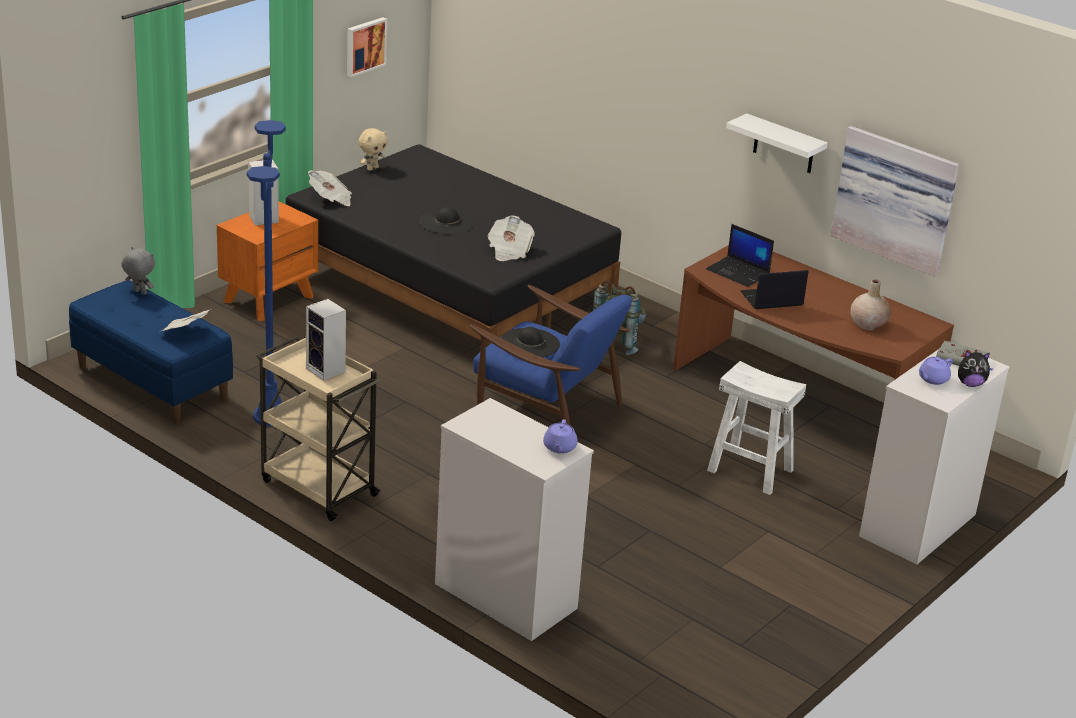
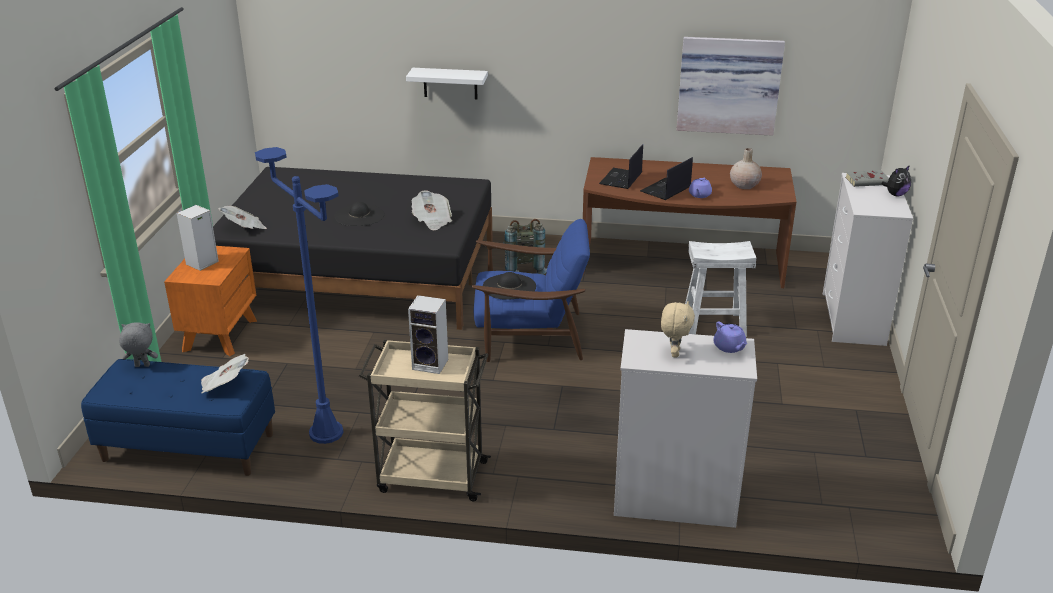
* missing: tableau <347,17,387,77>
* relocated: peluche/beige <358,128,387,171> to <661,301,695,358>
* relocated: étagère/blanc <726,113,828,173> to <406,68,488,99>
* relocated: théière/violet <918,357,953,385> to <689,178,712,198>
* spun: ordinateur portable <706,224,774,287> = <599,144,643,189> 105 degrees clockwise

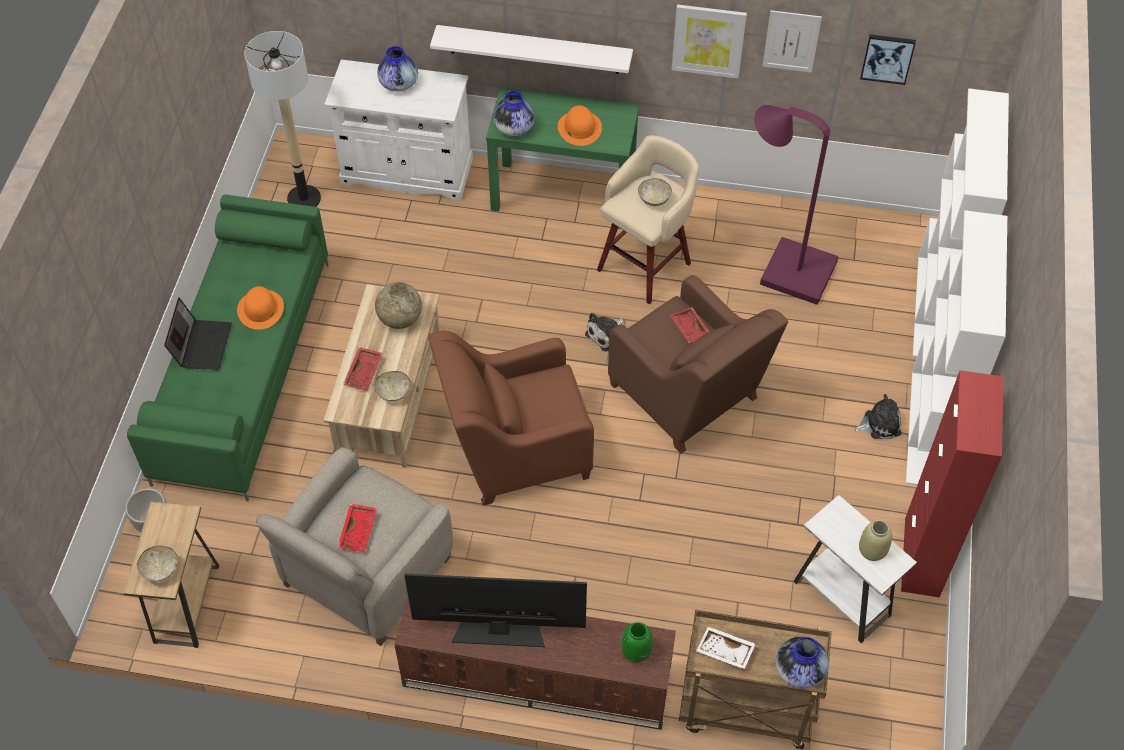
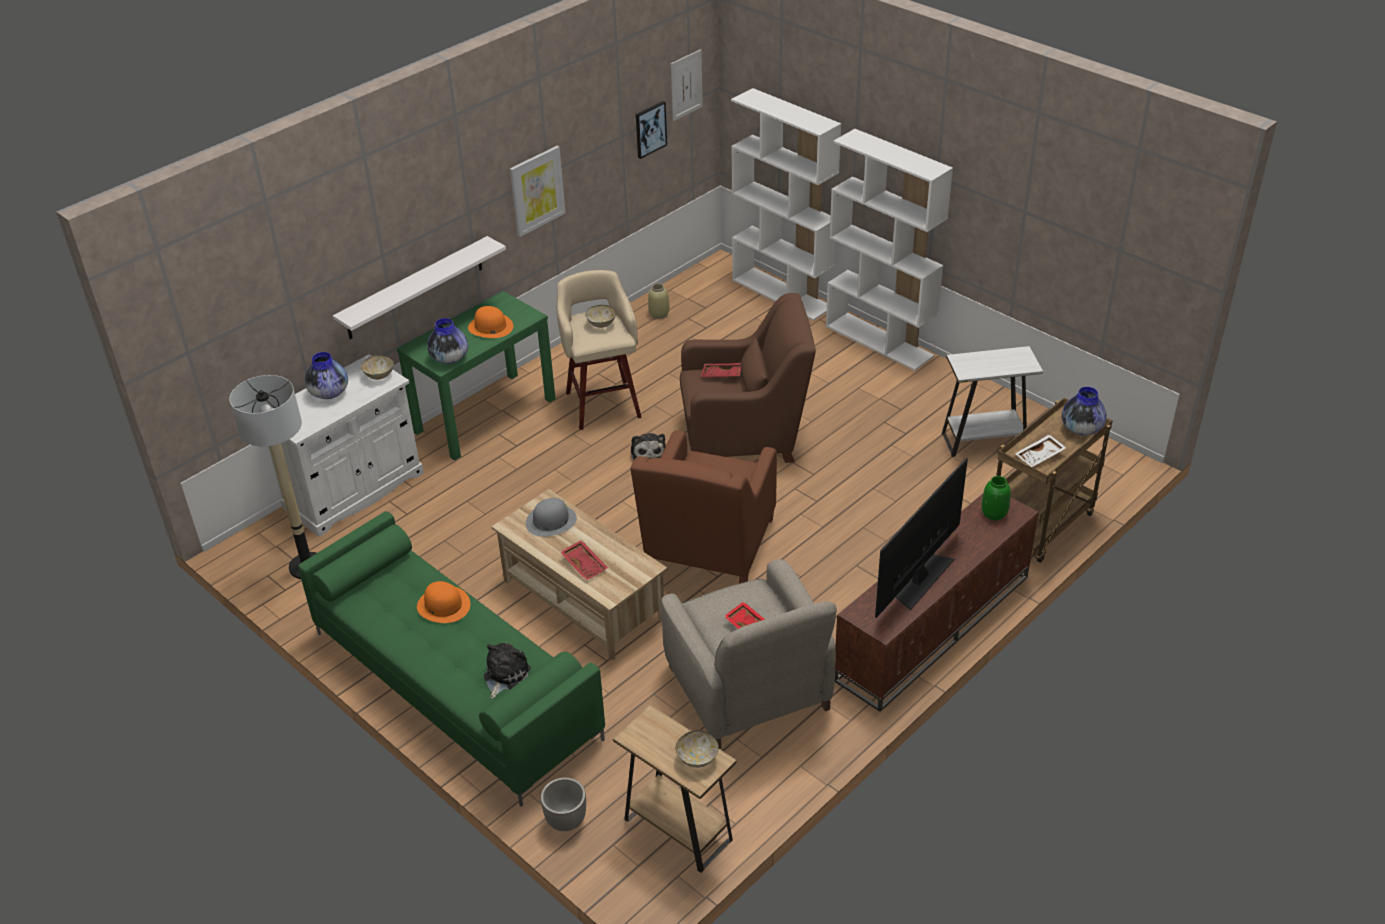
* missing: ordinateur portable <164,298,232,370>
* missing: lampadaire/violet <754,105,839,305>
* missing: meuble de rangement/rouge <901,370,1003,597>
* relocated: bol <375,371,411,402> to <361,355,394,380>
* relocated: tableau <762,10,822,73> to <671,49,703,121>
* relocated: peluche <854,394,901,439> to <483,643,531,699>
* relocated: vase/beige <859,520,892,561> to <648,283,669,319>
* exchanged: globe <375,282,422,329> to chapeau/gris <526,498,577,537>

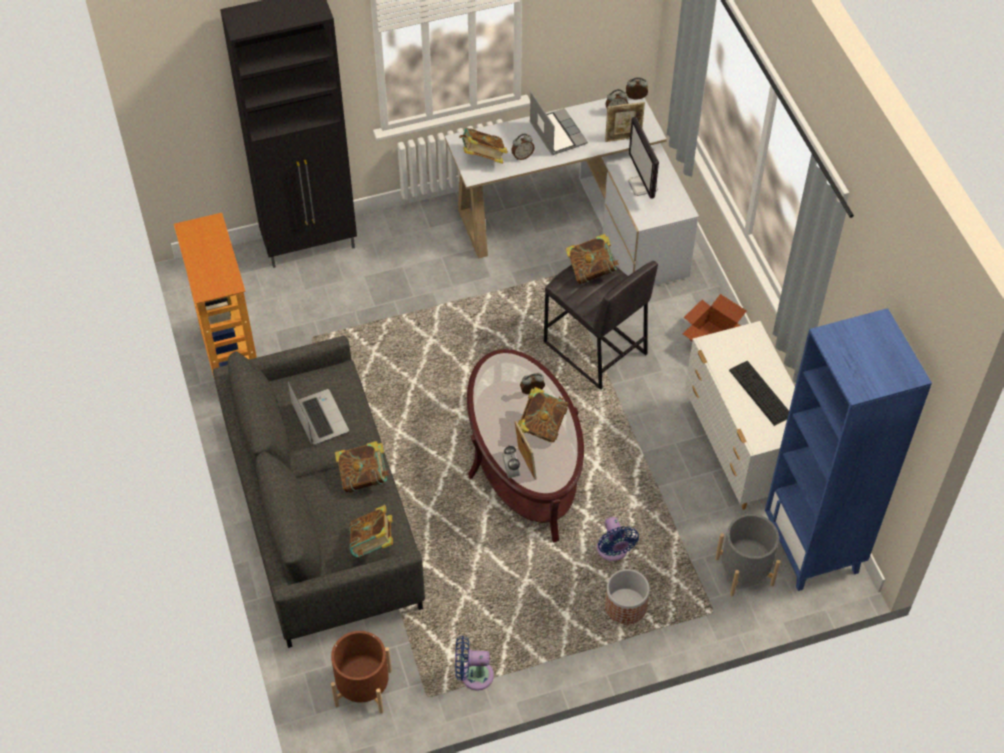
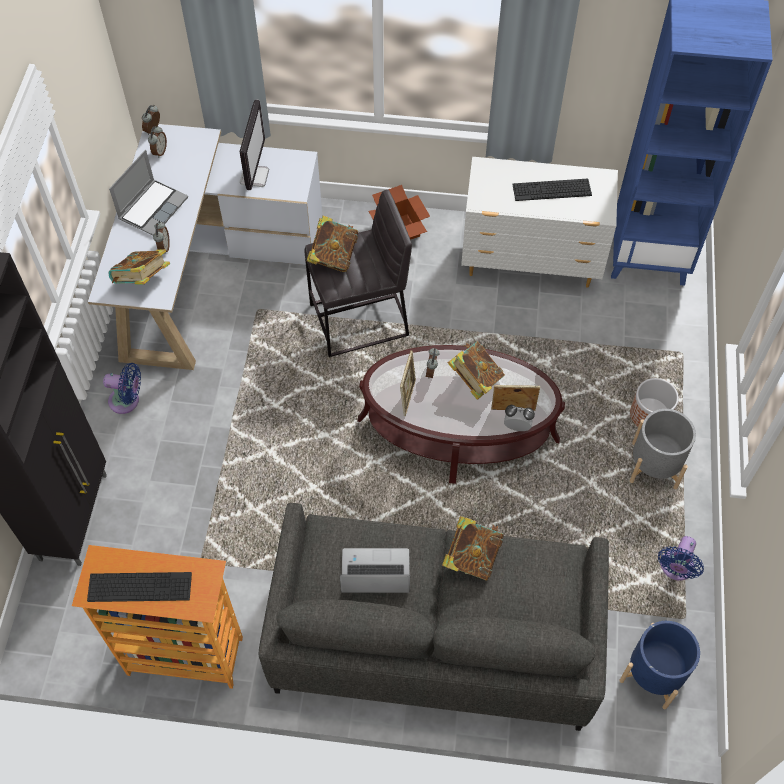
* missing: livre <349,505,393,557>
* appeared: clavier <87,572,192,602>
* relocated: ventilateur/bleu <597,517,639,561> to <103,363,141,414>
* relocated: cadre photo <605,102,645,142> to <400,350,416,416>
* relocated: cache-pot/gris <715,514,781,596> to <630,409,696,489>
* colour: cache-pot/marron <331,631,392,714> to cache-pot/bleu <619,621,700,709>
* spun: ordinateur portable <530,92,588,155> = <109,150,188,235> 120 degrees clockwise
* spun: écran d'ordinateur <628,116,659,199> = <239,100,269,190> 90 degrees counterclockwise

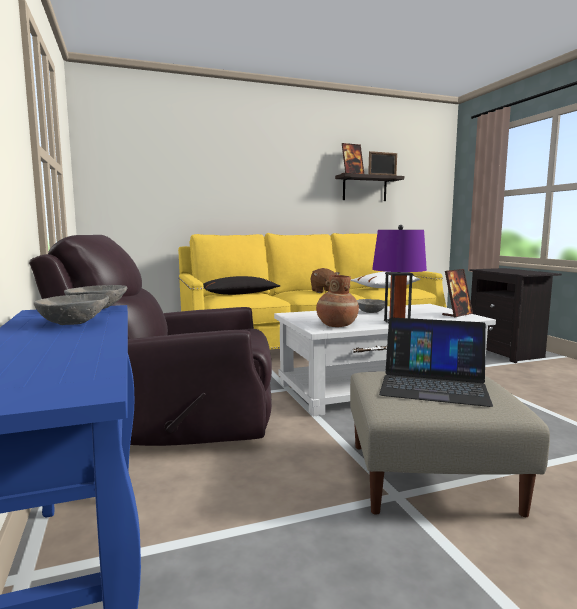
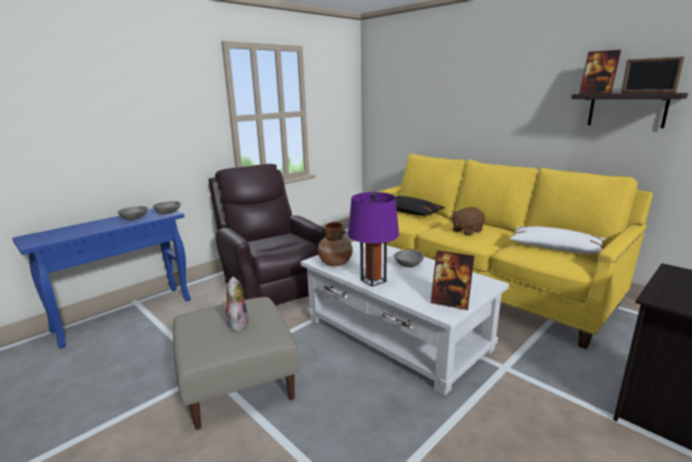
* exchanged: ordinateur portable <379,317,493,407> to peluche <222,277,249,331>

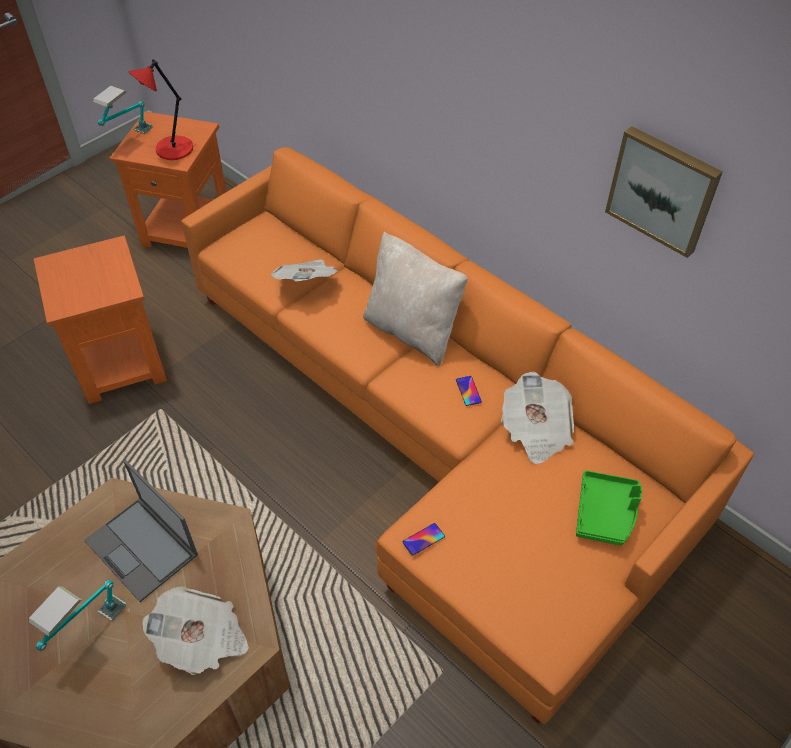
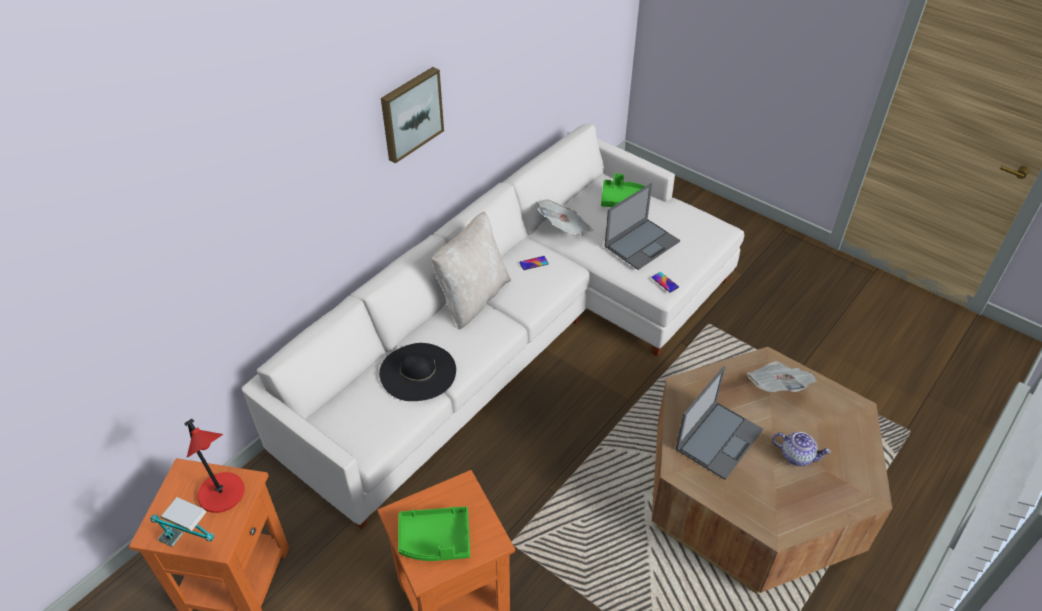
* appeared: plateau/vert <398,507,470,561>
* appeared: ordinateur portable <604,183,680,270>
* relocated: tableau <605,126,723,258> to <381,67,444,164>
* exchanged: lampe de table <29,580,126,651> to théière <772,432,831,466>
* exchanged: journal <271,259,338,281> to chapeau/noir <379,343,456,401>
* colour: canapé/orange <181,147,754,724> to canapé/blanc <242,124,744,529>

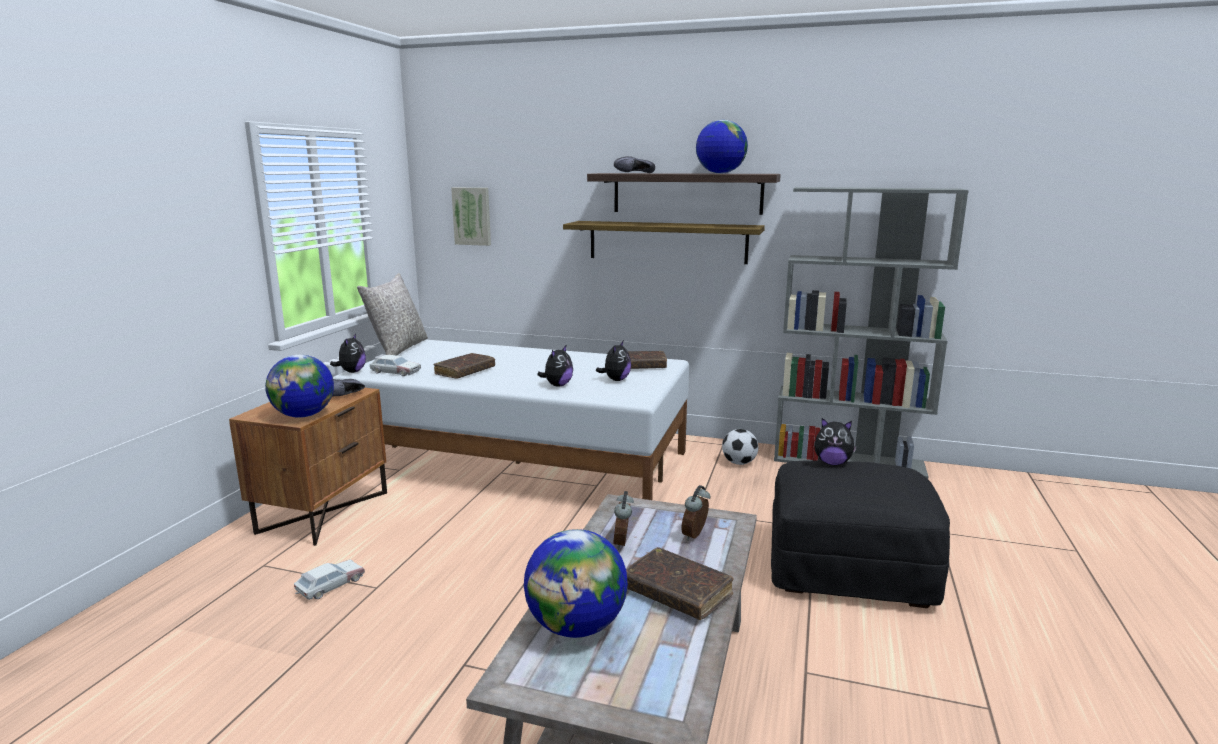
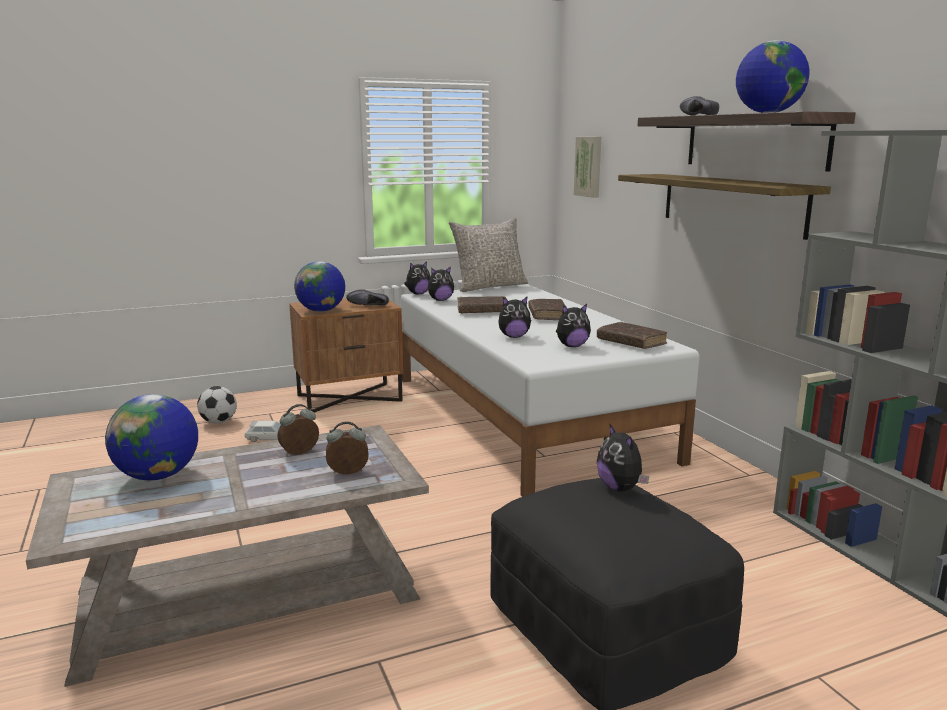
* relocated: livre/marron <626,547,734,620> to <528,299,567,320>
* relocated: ballon de foot <722,429,758,465> to <197,386,237,424>
* exchanged: petite voiture <370,354,421,376> to peluche <428,266,454,301>

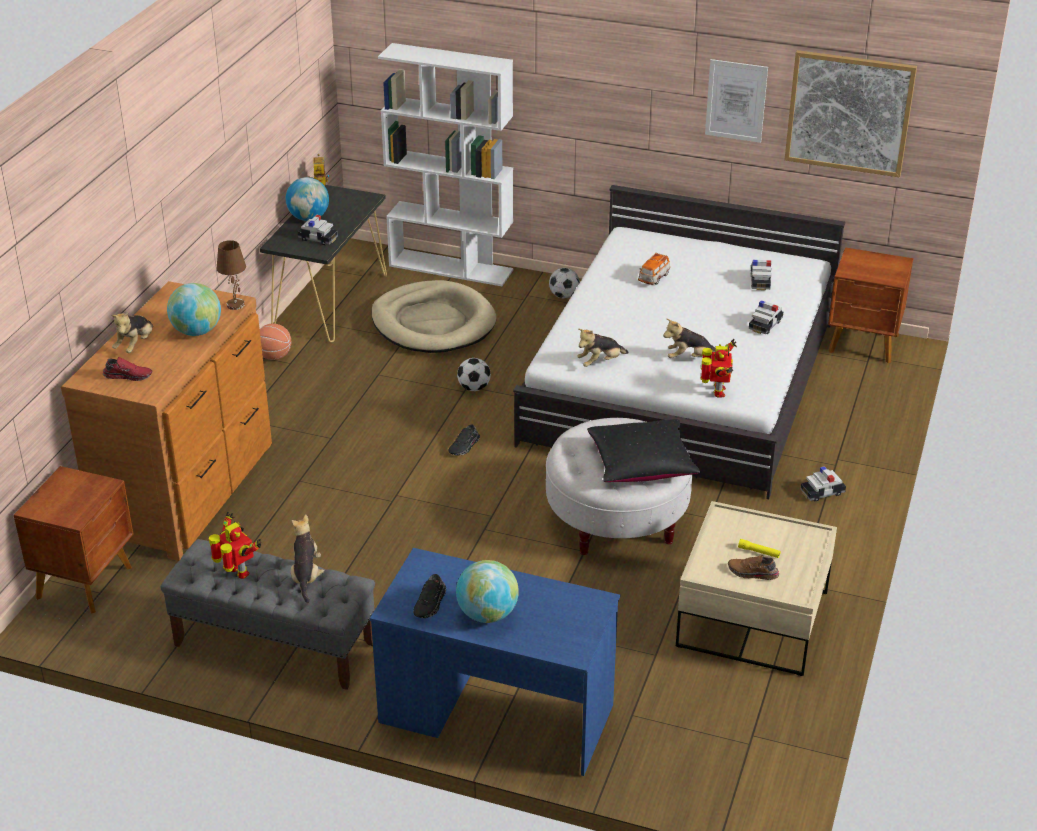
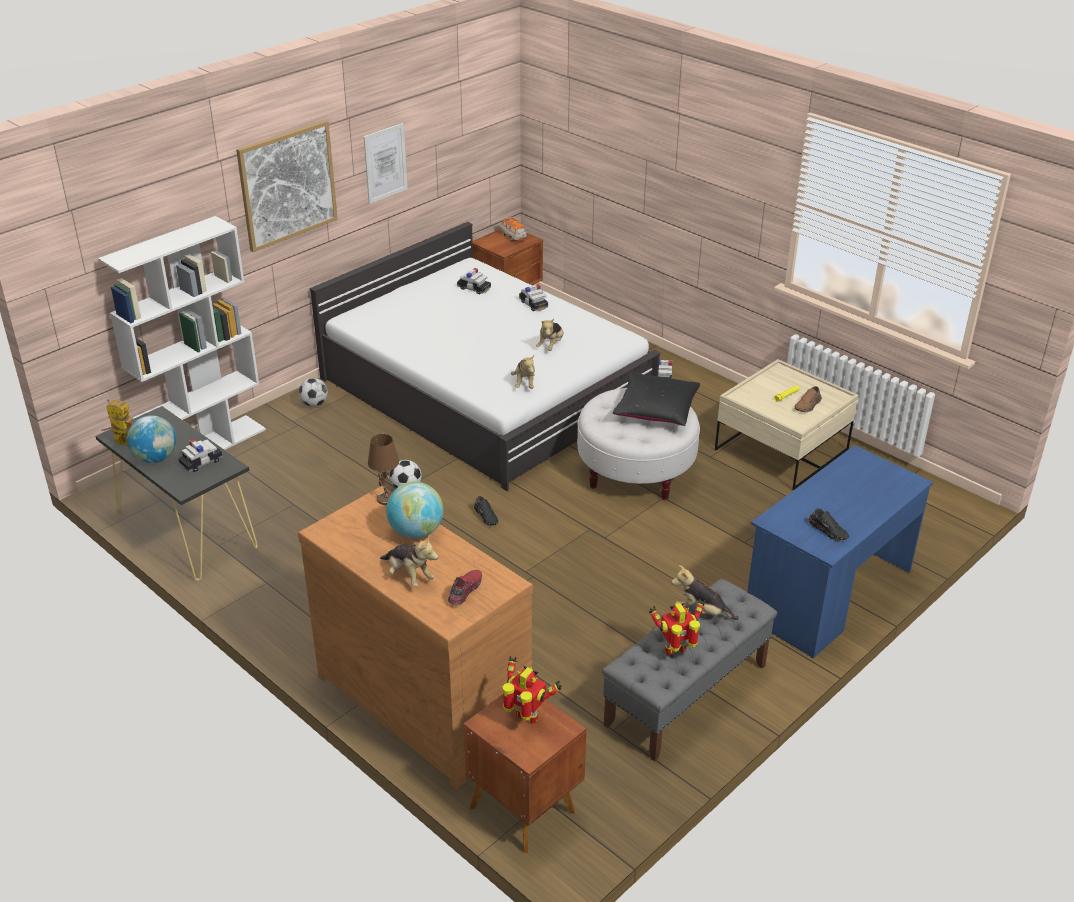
* missing: ballon de basket <260,323,291,360>
* missing: panier pour chien/beige <371,280,496,353>
* missing: globe <456,560,519,623>
* relocated: petite voiture <638,252,670,285> to <501,217,527,242>
* relocated: robot jouet <701,339,737,398> to <503,656,562,724>
* relocated: tableau <785,50,917,178> to <236,120,338,252>

